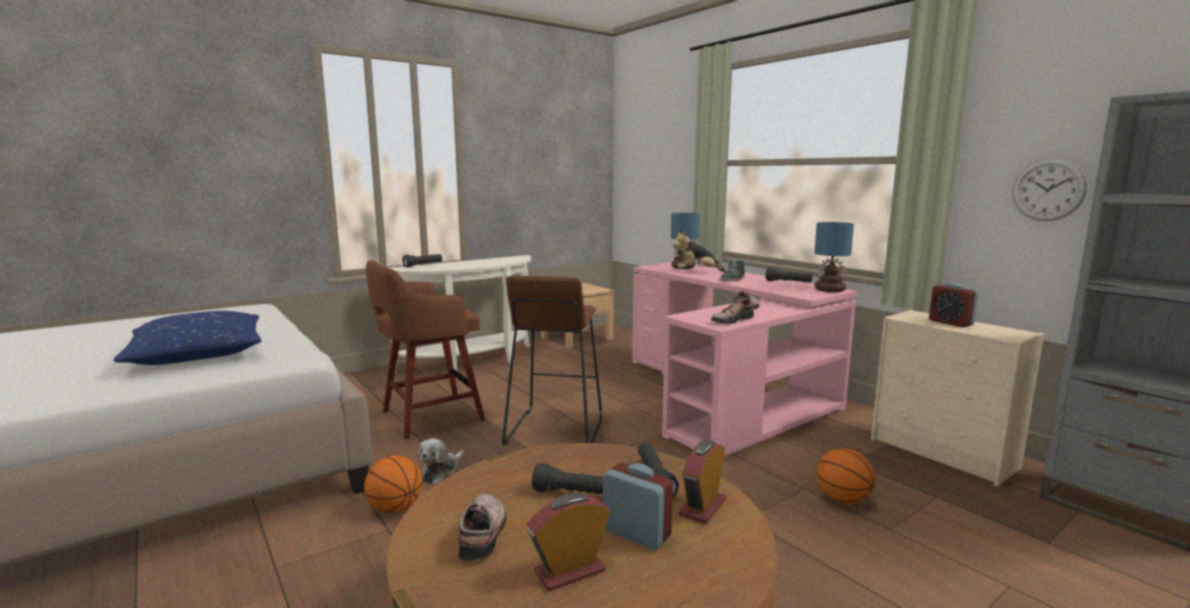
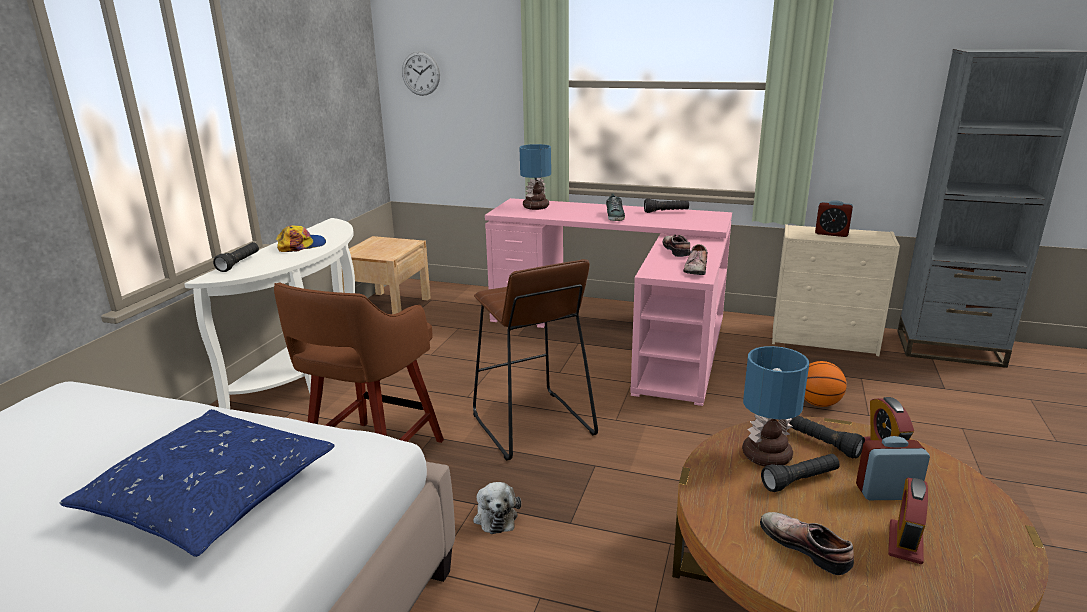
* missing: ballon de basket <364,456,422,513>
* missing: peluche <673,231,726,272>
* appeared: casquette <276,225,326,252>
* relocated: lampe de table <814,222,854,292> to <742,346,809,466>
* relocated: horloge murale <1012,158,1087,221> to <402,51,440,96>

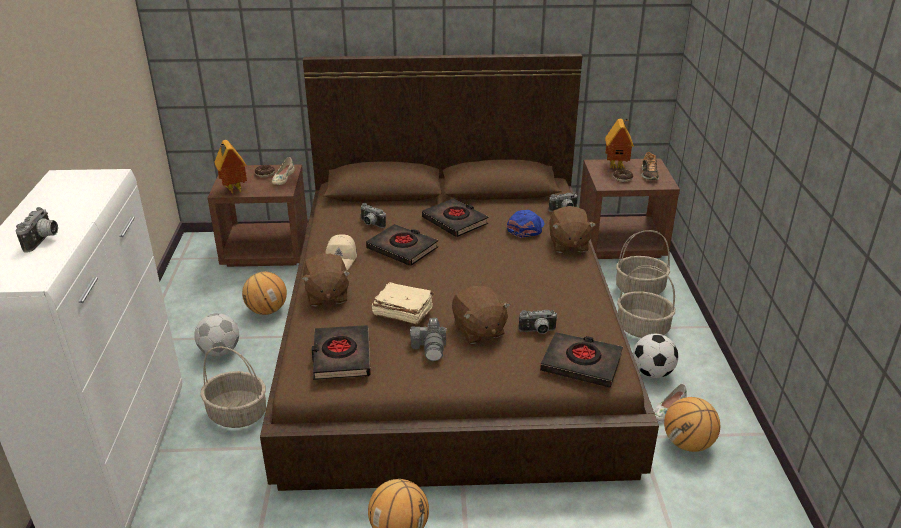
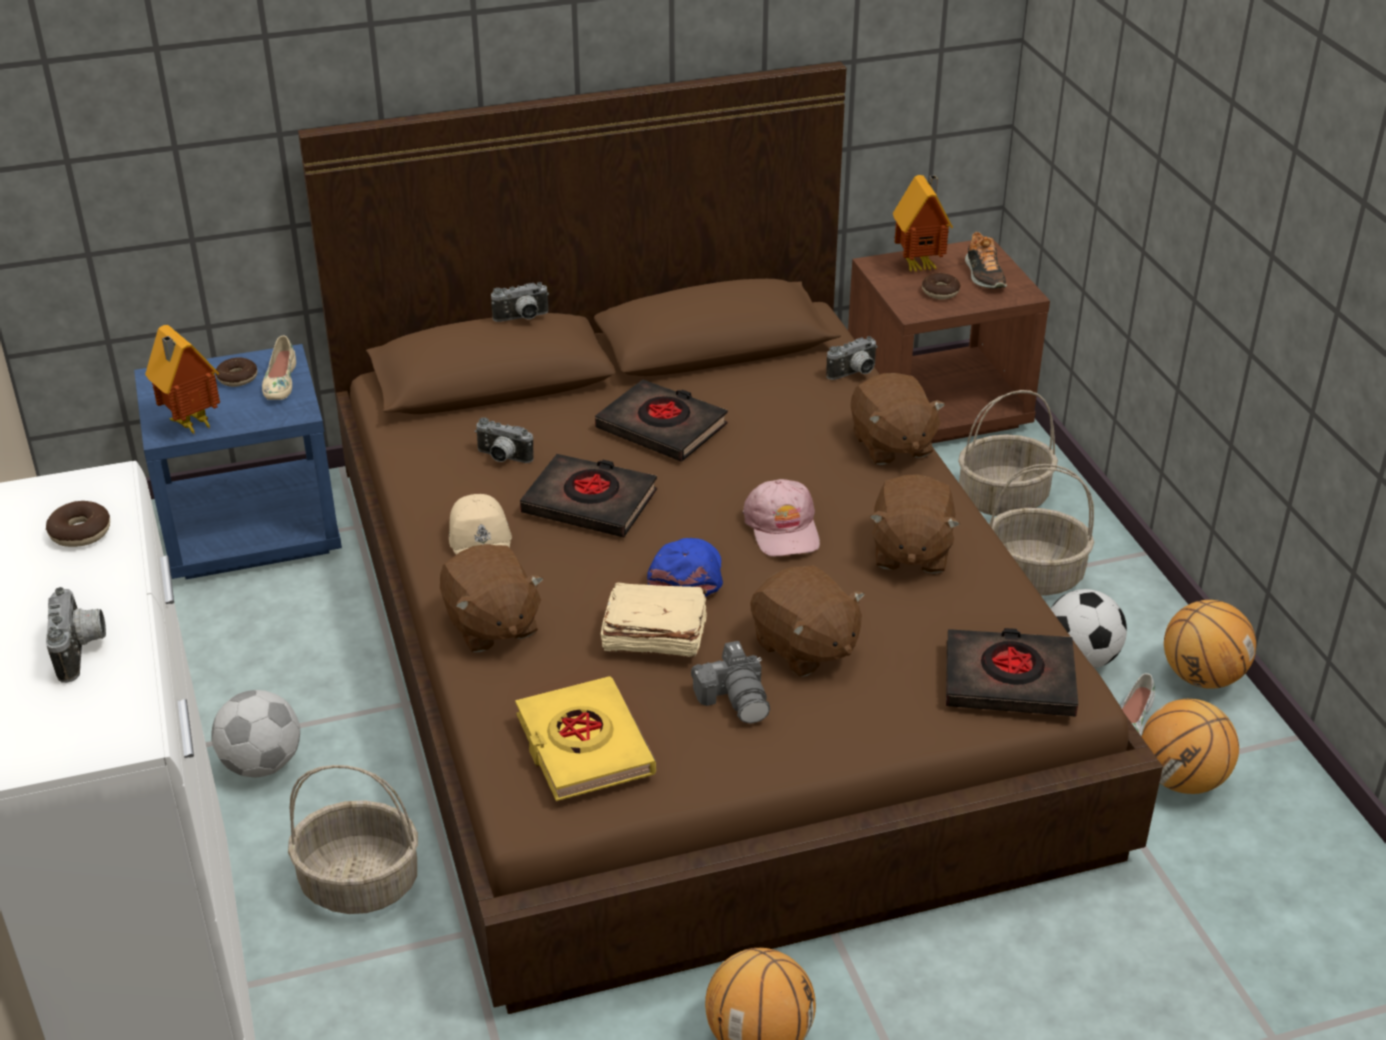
* appeared: beignet <46,501,110,547>
* appeared: casquette/rose <742,479,820,557>
* appeared: peluche/marron <869,474,960,574>
* relocated: ballon de basket <242,272,287,315> to <1164,600,1256,689>
* relocated: casquette/bleu <507,210,545,238> to <647,538,723,597>
* relocated: appareil photo <519,310,558,334> to <491,282,549,322>
* colour: table de chevet/marron <208,164,308,267> to table de chevet/bleu <134,344,342,579>
* colour: livre/noir <312,325,371,380> to livre/jaune <515,676,656,801>

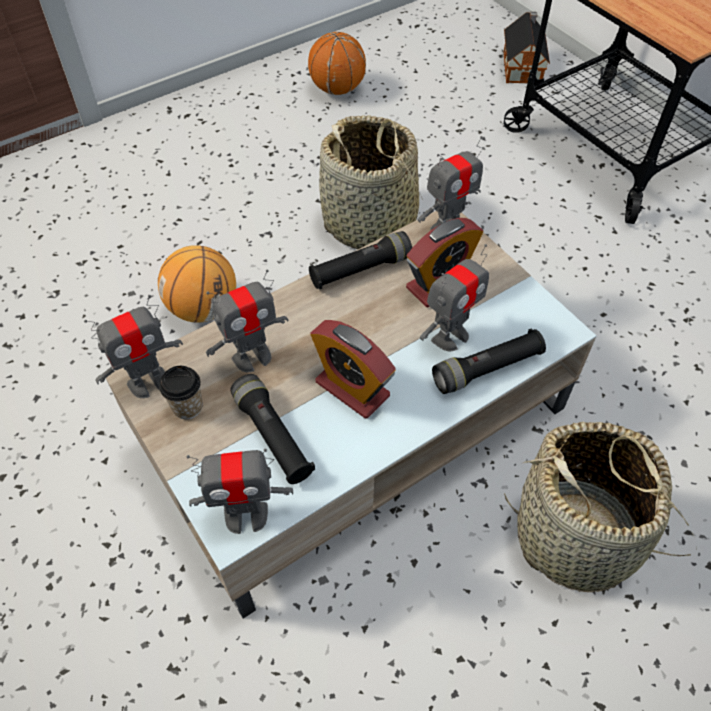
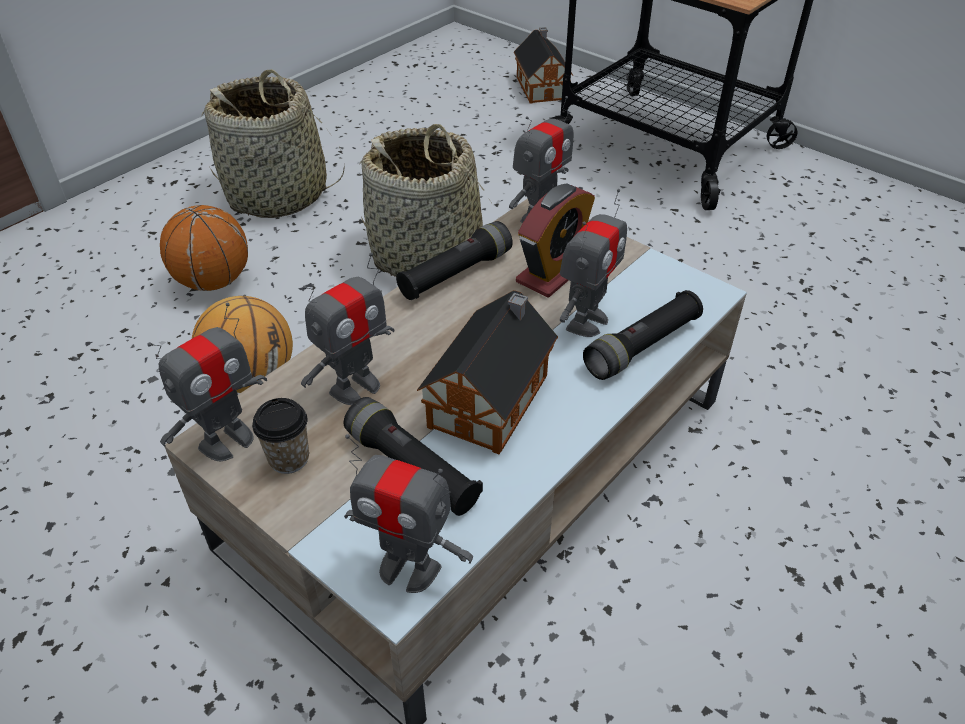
* relocated: ballon de basket <308,32,366,95> to <160,205,248,291>
* relocated: panier <504,422,697,592> to <201,69,345,218>
* exchanged: réveil <310,320,396,419> to maison miniature <417,290,558,455>
* spun: robot jouet <186,449,293,534> = <344,434,473,593> 45 degrees clockwise

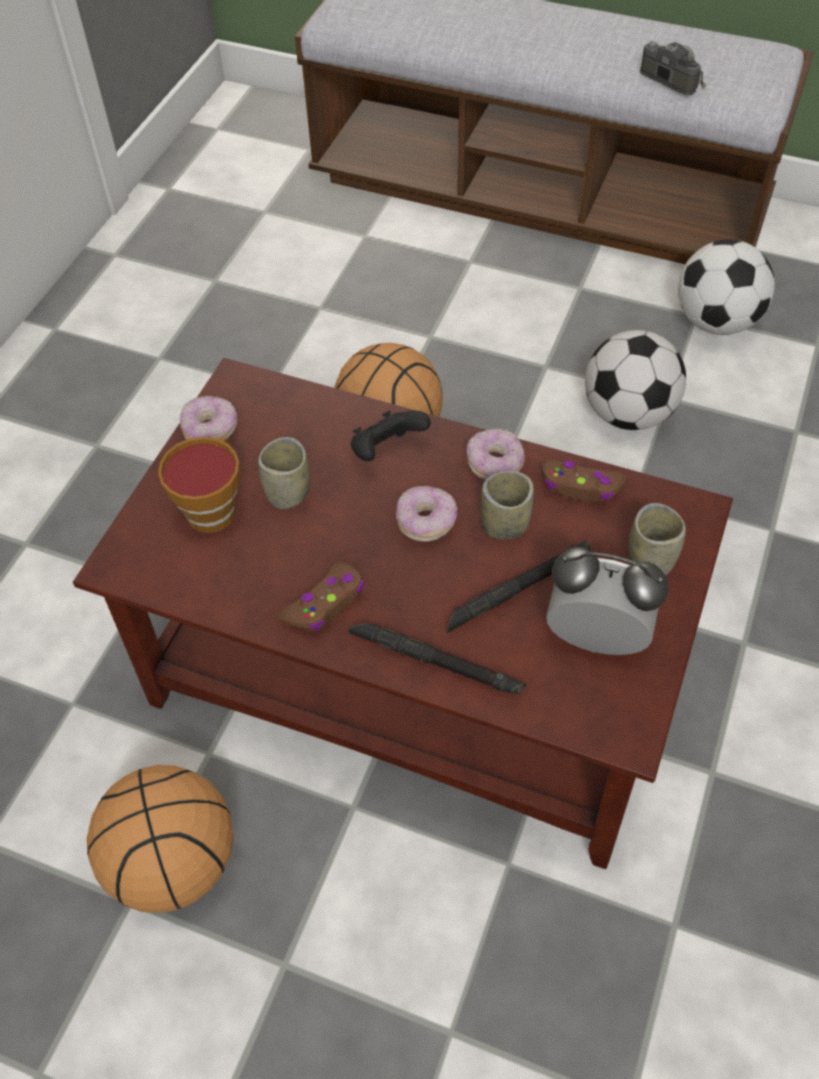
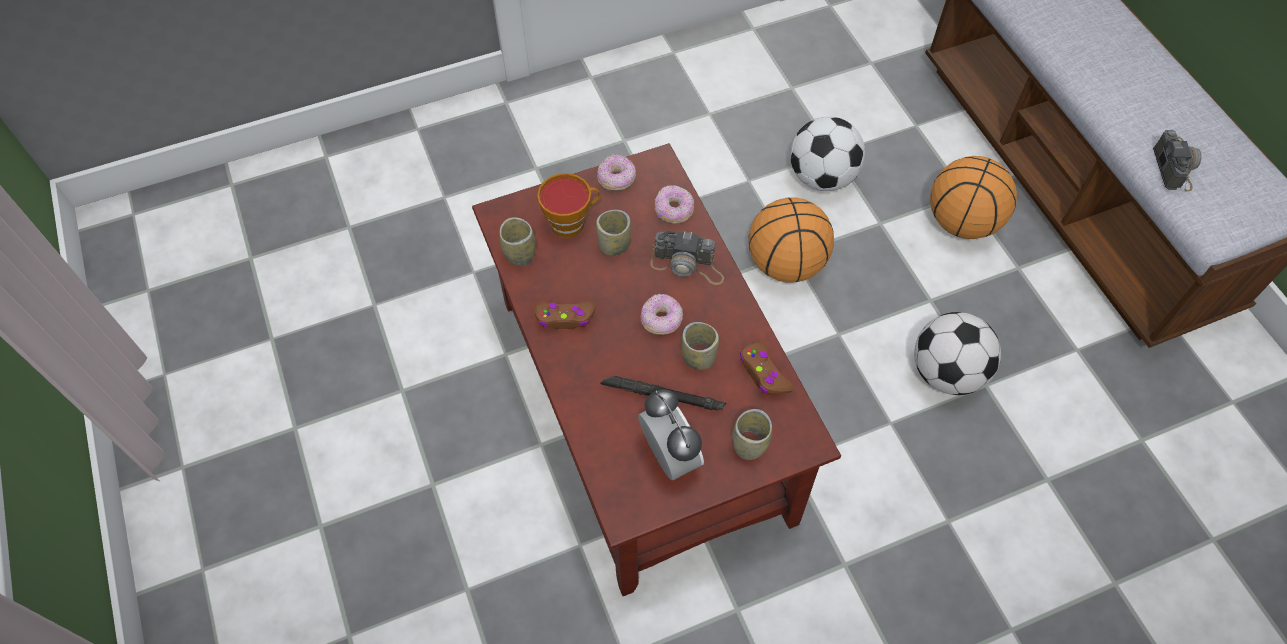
* missing: lampe de poche/noir <348,623,527,695>
* appeared: tasse <499,217,535,266>
* relocated: ballon de basket <87,765,233,913> to <930,156,1017,239>
* relocated: beignet <467,428,525,480> to <655,185,694,224>
* relocated: ballon de foot <678,239,775,335> to <790,117,865,191>
* exchanged: manette/noir <351,411,431,461> to appareil photo <650,231,724,285>

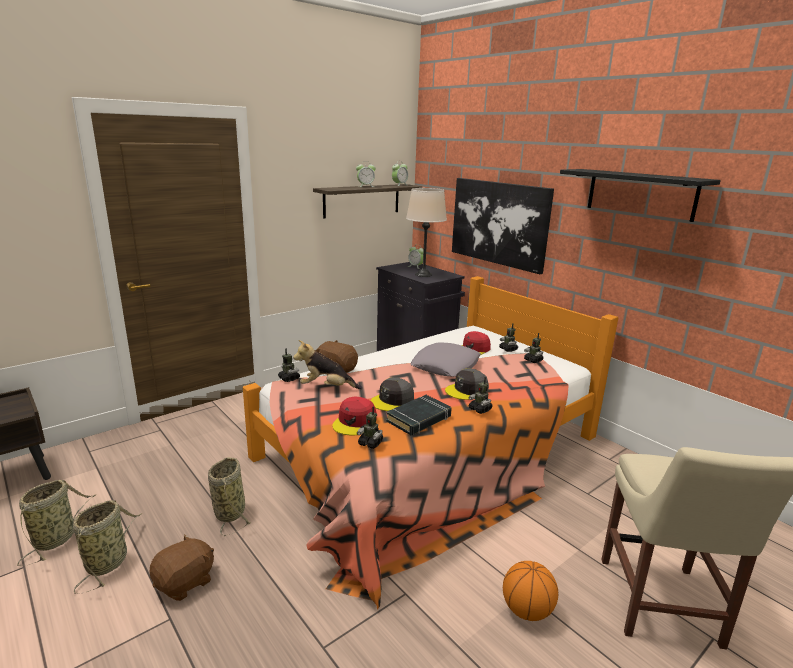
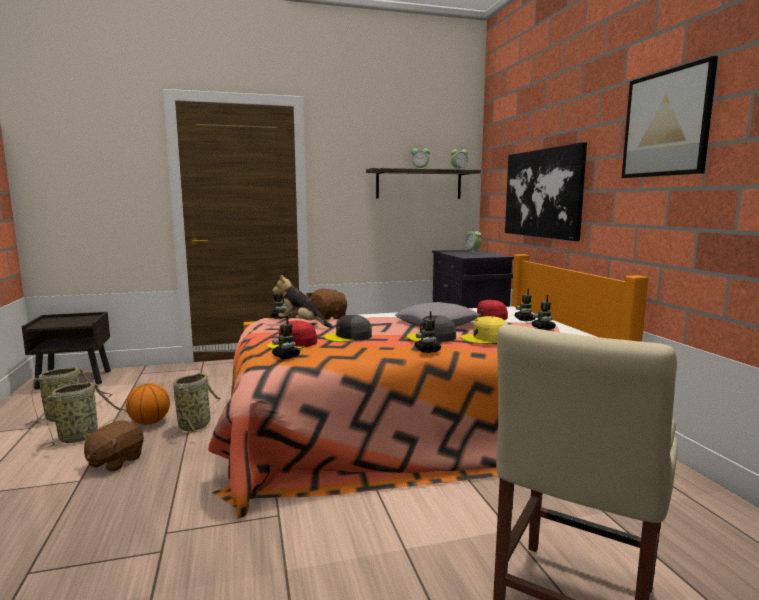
* missing: livre/noir <386,395,452,436>
* missing: lampe de table/beige <406,188,447,277>
* appeared: casquette/jaune <461,316,508,344>
* relocated: ballon de basket <503,561,558,621> to <126,383,170,425>
* exchanged: étagère/noir <560,169,721,222> to tableau <622,56,718,178>
* spun: peluche/marron <149,534,214,601> = <83,420,144,472> 135 degrees clockwise

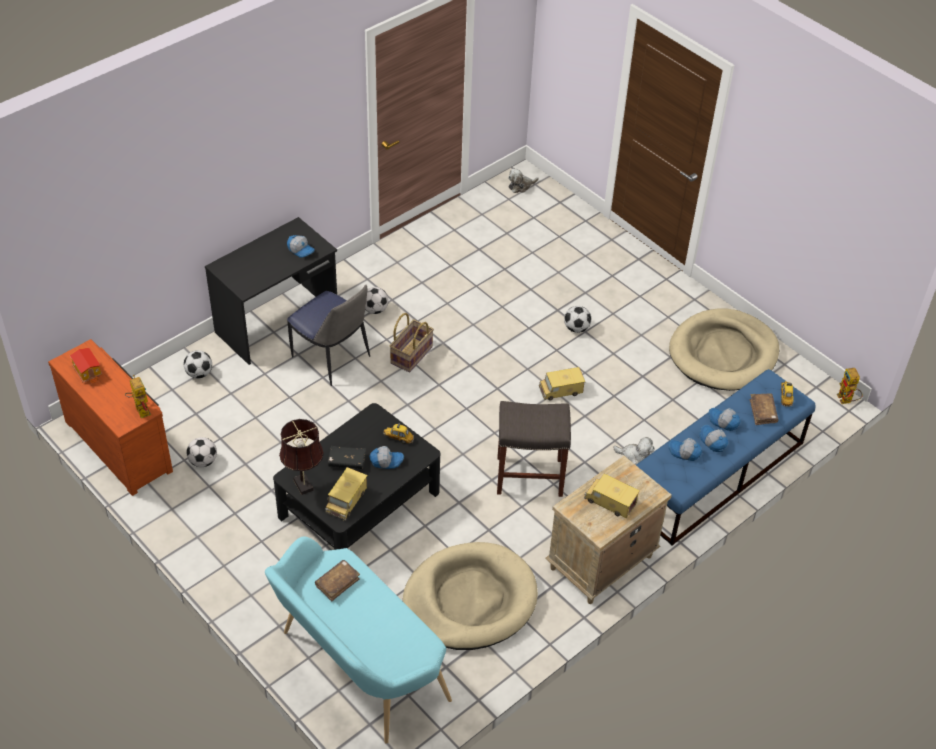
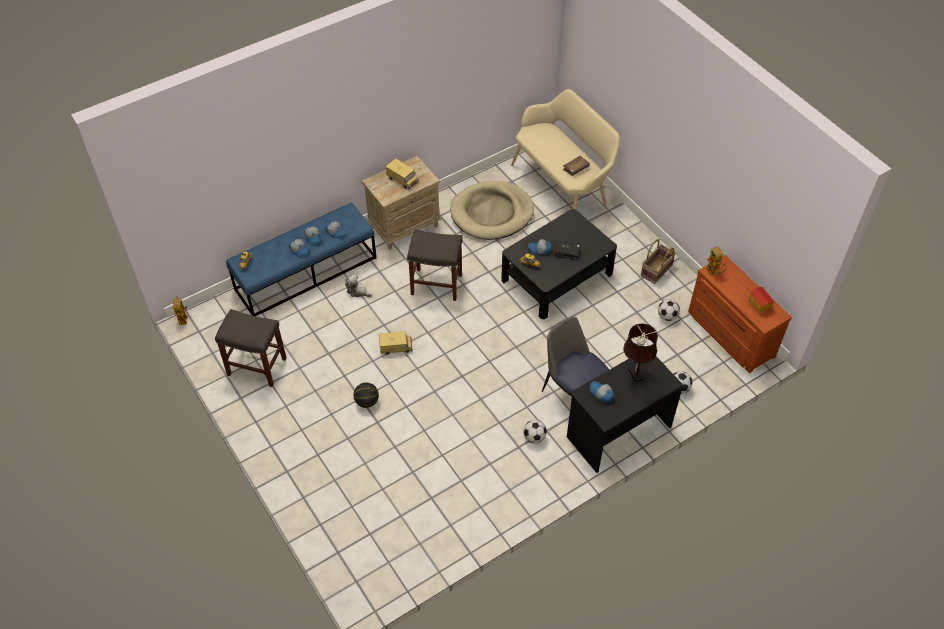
* missing: camion jouet <325,467,368,521>
* missing: peluche <508,168,539,193>
* missing: livre/marron <750,393,779,425>
* relocated: lampe de table/marron <279,419,324,495> to <623,323,658,382>
* relocated: panier <390,313,434,372> to <641,239,676,284>
* exchanged: ballon de foot <564,306,591,333> to ballon de basket <353,383,379,408>
* exchanged: panier pour chien/beige <669,308,779,391> to tabouret/gris <215,309,287,387>
* colour: banc/turquoise <265,536,452,744> to banc/beige <511,89,620,209>

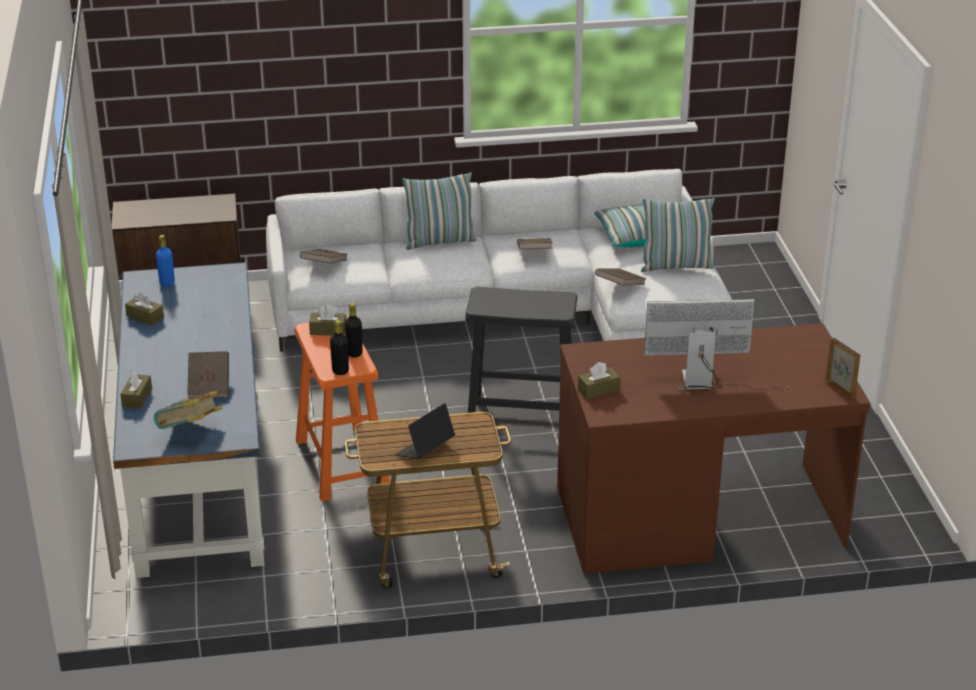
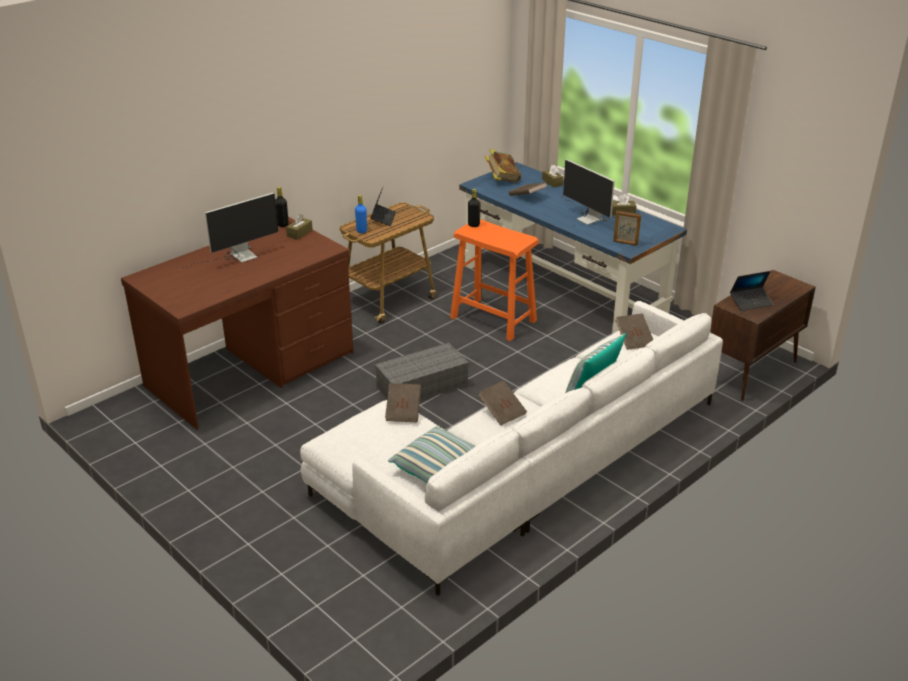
* missing: boîte à mouchoirs/marron <309,305,346,336>
* missing: coussin <641,198,715,272>
* appeared: écran d'ordinateur <563,159,615,225>
* appeared: ordinateur portable <730,271,773,311>
* relocated: bouteille/bleu <156,235,175,287> to <355,195,367,233>
* relocated: bouteille/noir <345,303,363,358> to <275,187,289,227>
* relocated: cadre photo <826,338,860,399> to <613,210,641,246>
* exchanged: tabouret/noir <465,286,577,413> to boîte de rangement/gris <375,343,469,400>

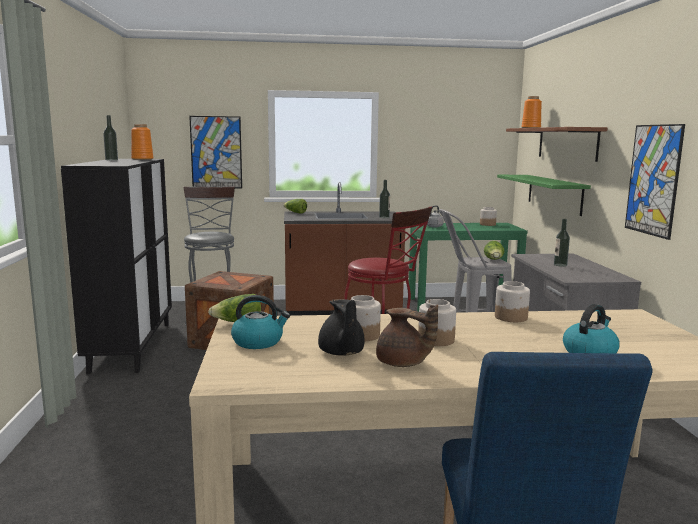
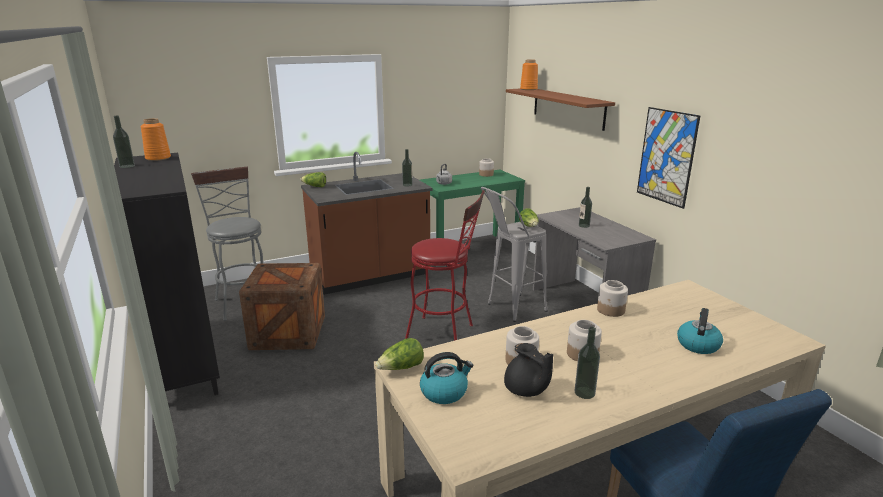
* missing: tableau <189,116,242,189>
* missing: étagère/vert <497,175,591,216>
* exchanged: théière/marron <376,305,438,367> to bouteille <575,327,600,399>

